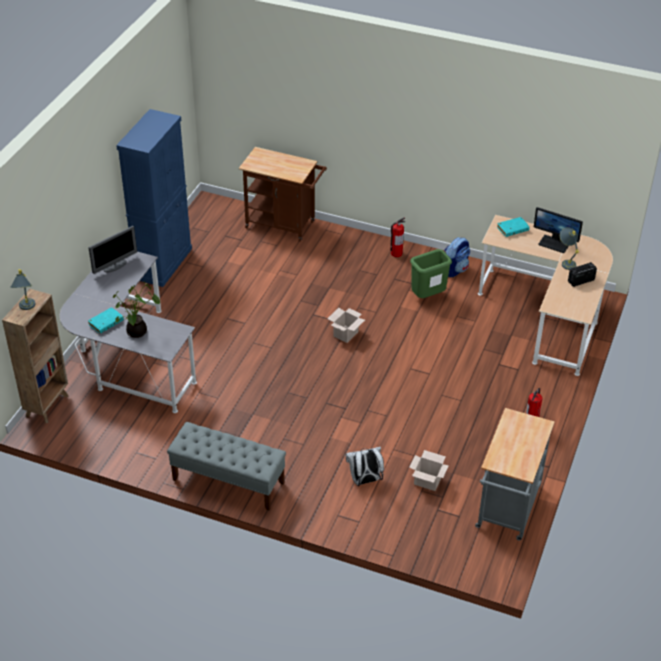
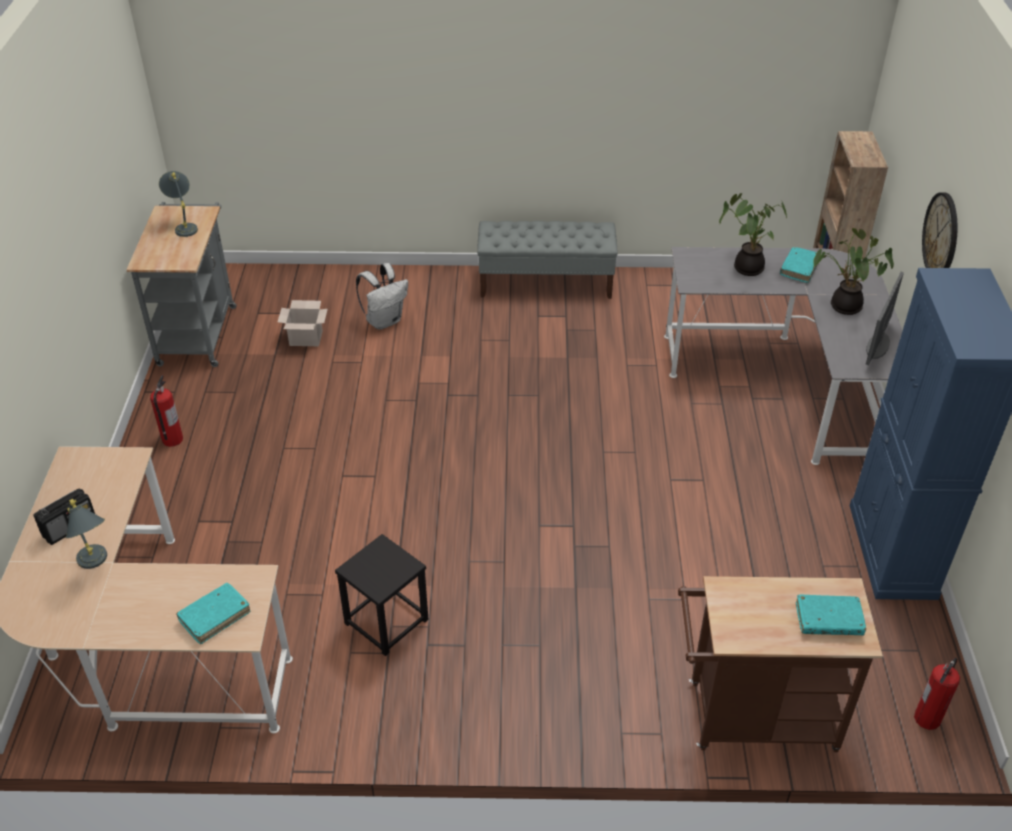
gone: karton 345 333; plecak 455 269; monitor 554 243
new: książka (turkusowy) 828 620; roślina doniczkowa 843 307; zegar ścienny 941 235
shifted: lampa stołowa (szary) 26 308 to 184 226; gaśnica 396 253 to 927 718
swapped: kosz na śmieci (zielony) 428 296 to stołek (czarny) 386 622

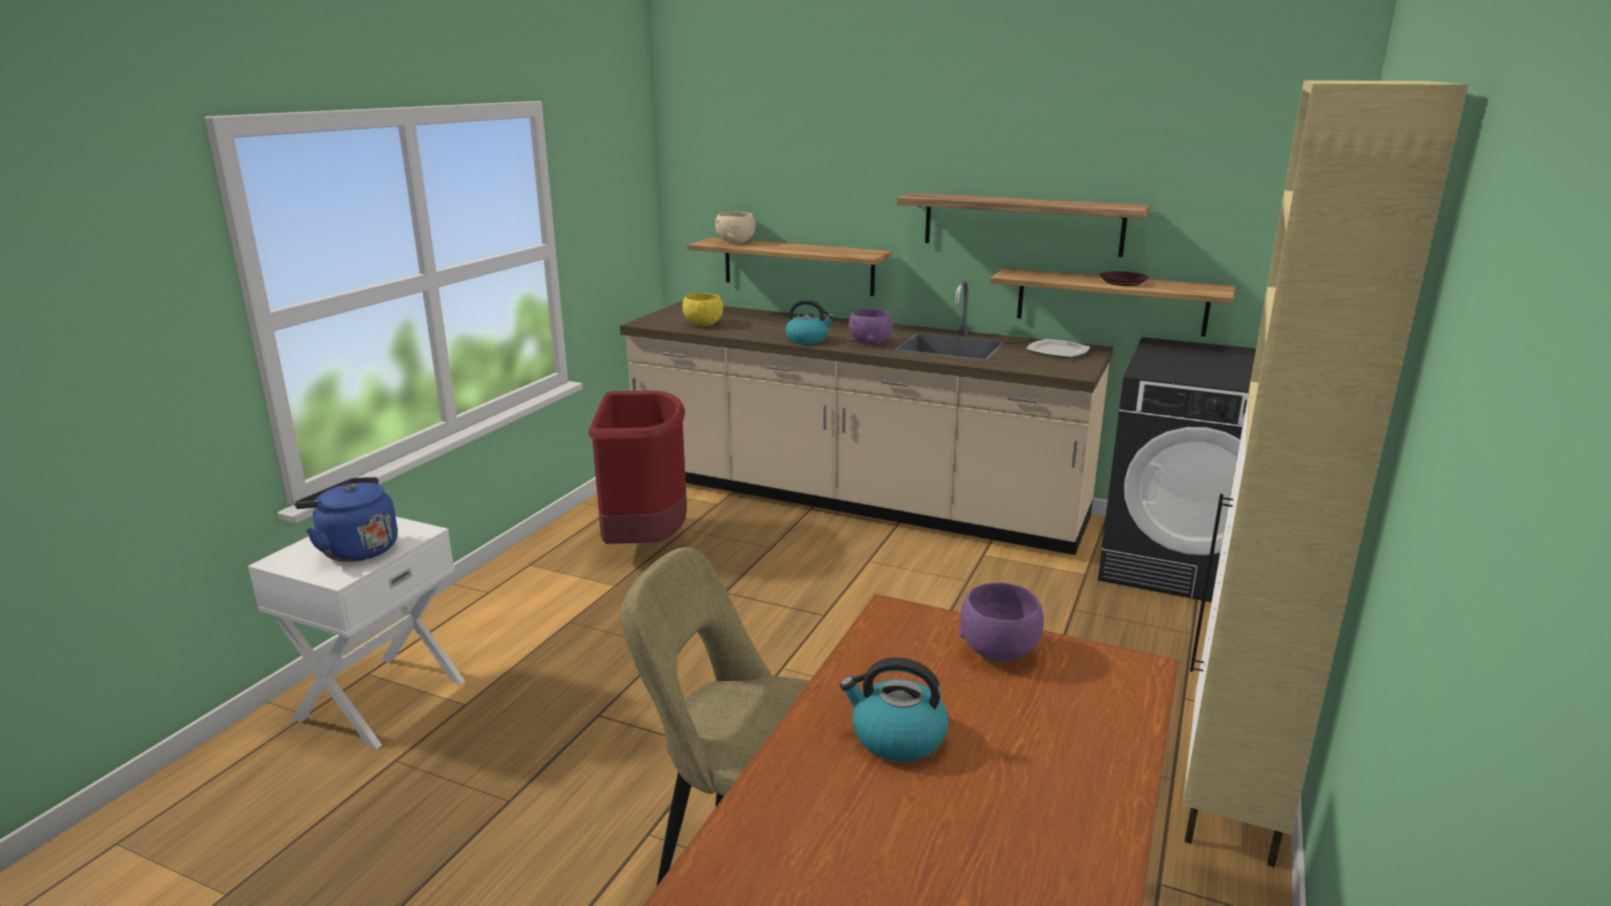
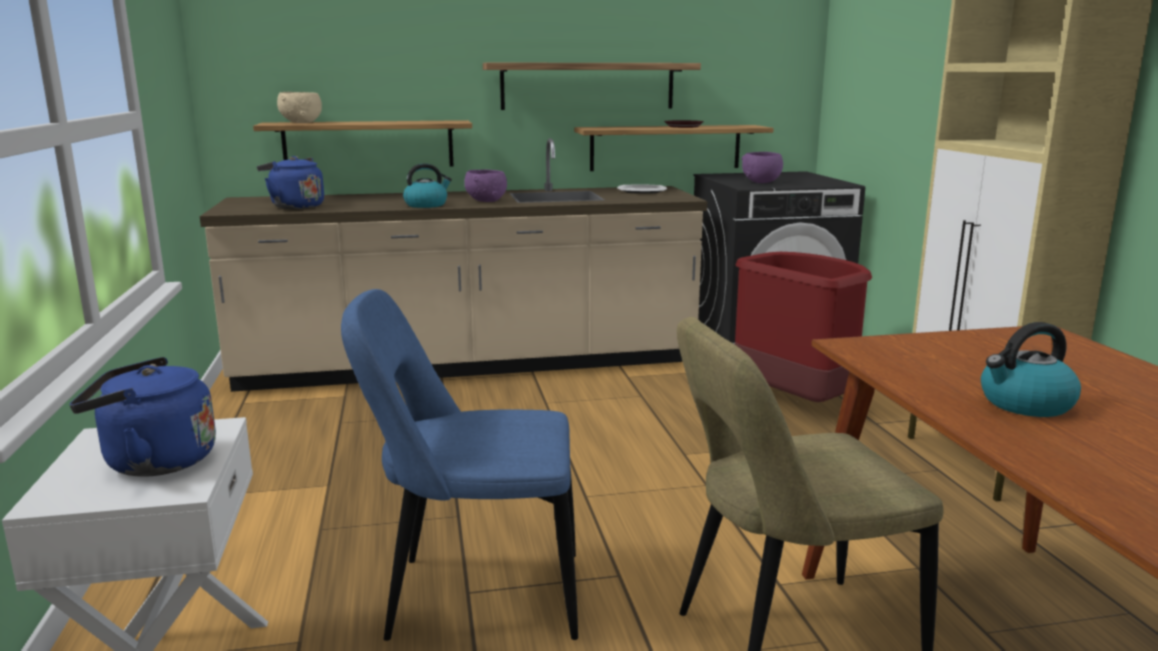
new: krzesło (niebieski) 475 597
shifted: kosz na śmieci (czerwony) 644 540 to 794 401; miska (fioletowy) 999 651 to 762 182
swapped: miska (żółty) 703 324 to czajnik (niebieski) 295 206

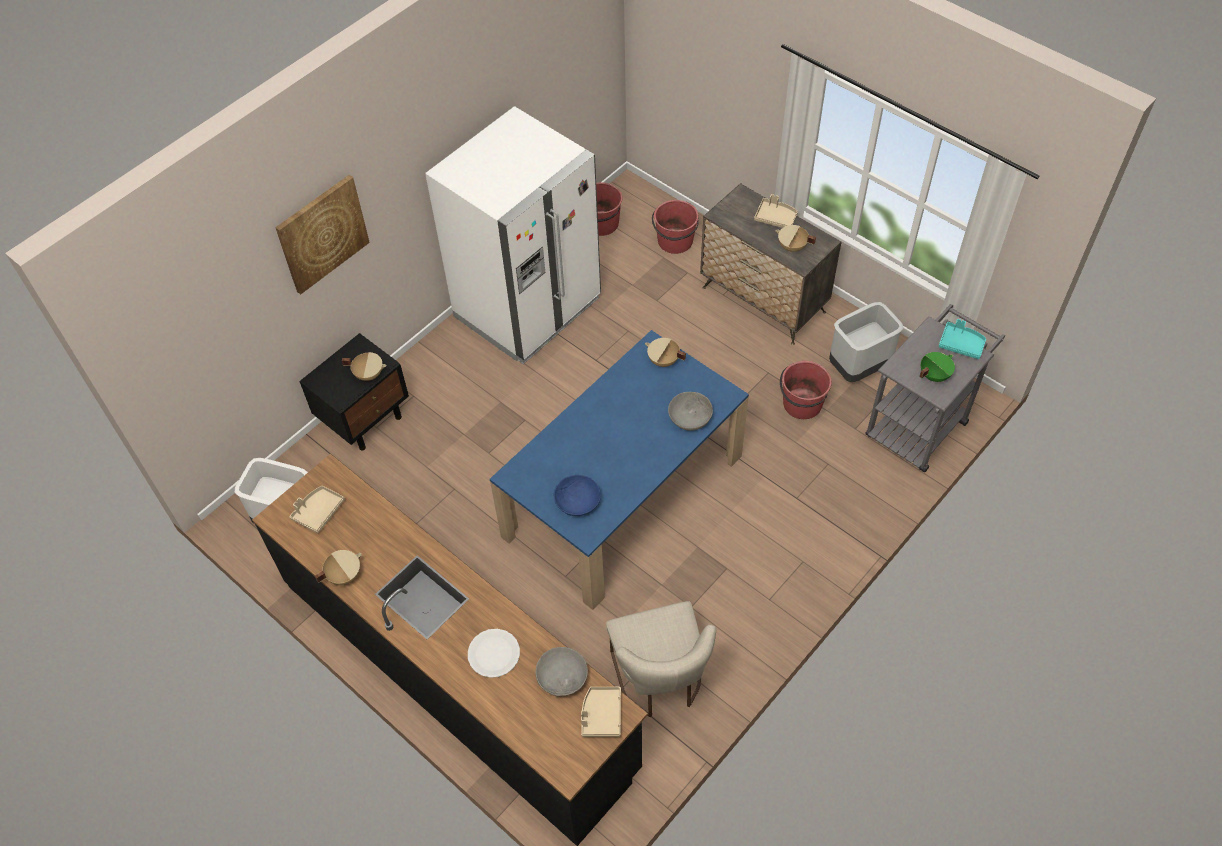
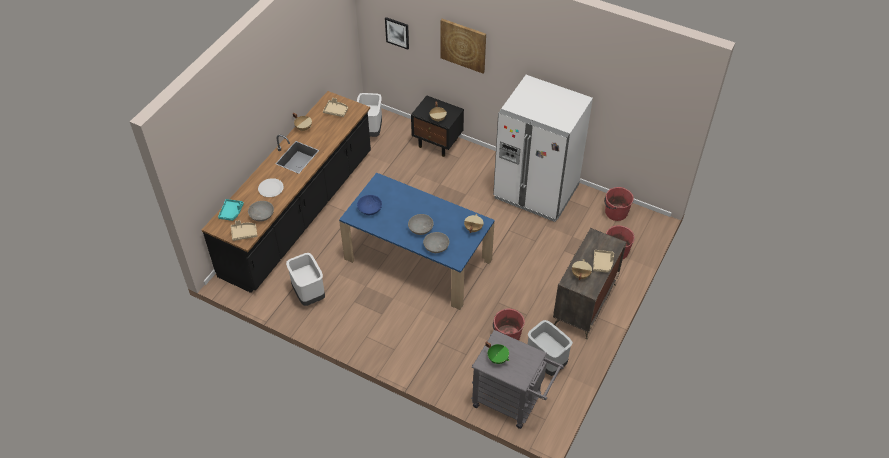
new: obraz 397 32; miska (szary) 421 228
shifted: taca (turkusowy) 961 344 to 231 212
swapped: krzesło (beżowy) 660 680 to kosz na śmieci (biały) 308 295

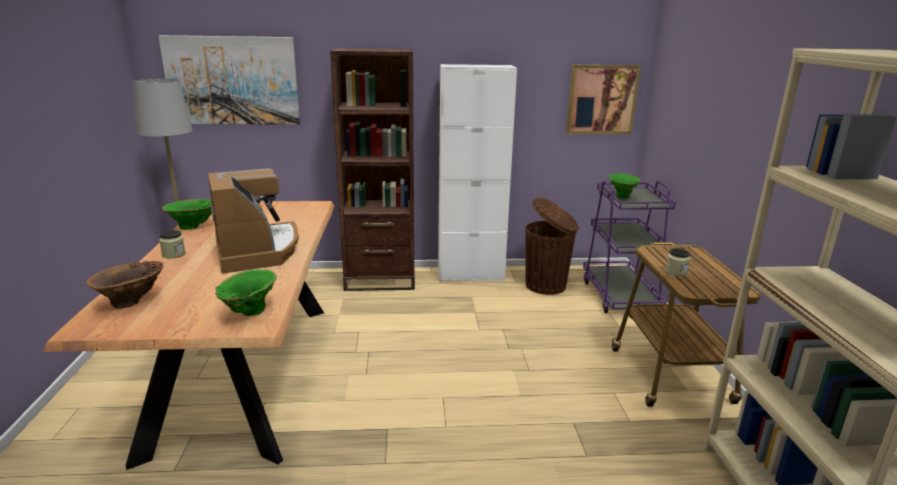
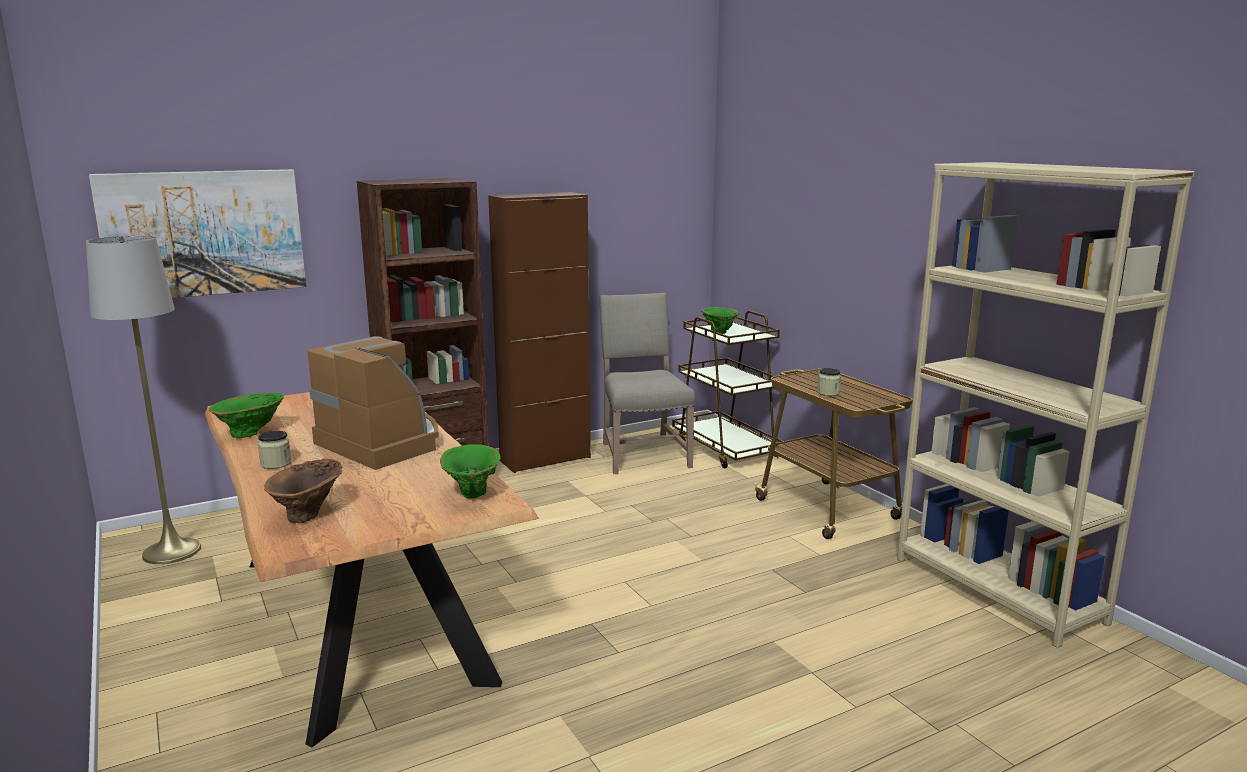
gone: obraz 601 99
swapped: kosz na śmieci (brązowy) 547 285 to krzesło (beżowy) 642 454
repainted: szafka (biały) 470 275 to szafka (brązowy) 545 459; wózek (fioletowy) 620 296 to wózek (brązowy) 726 449

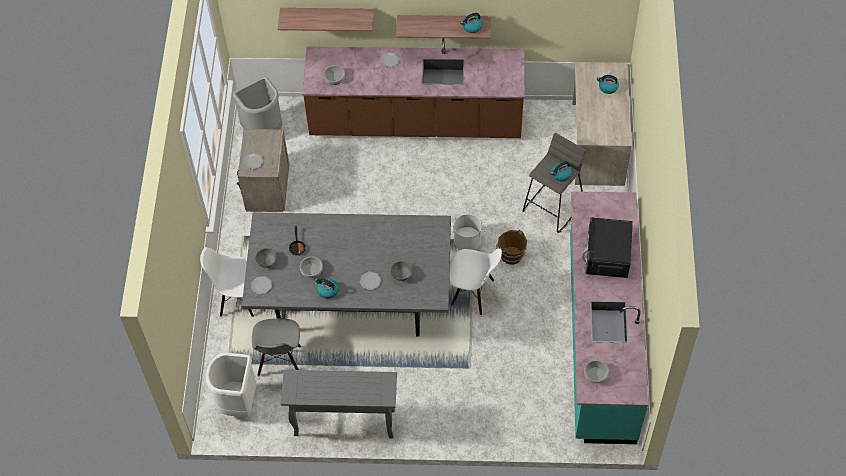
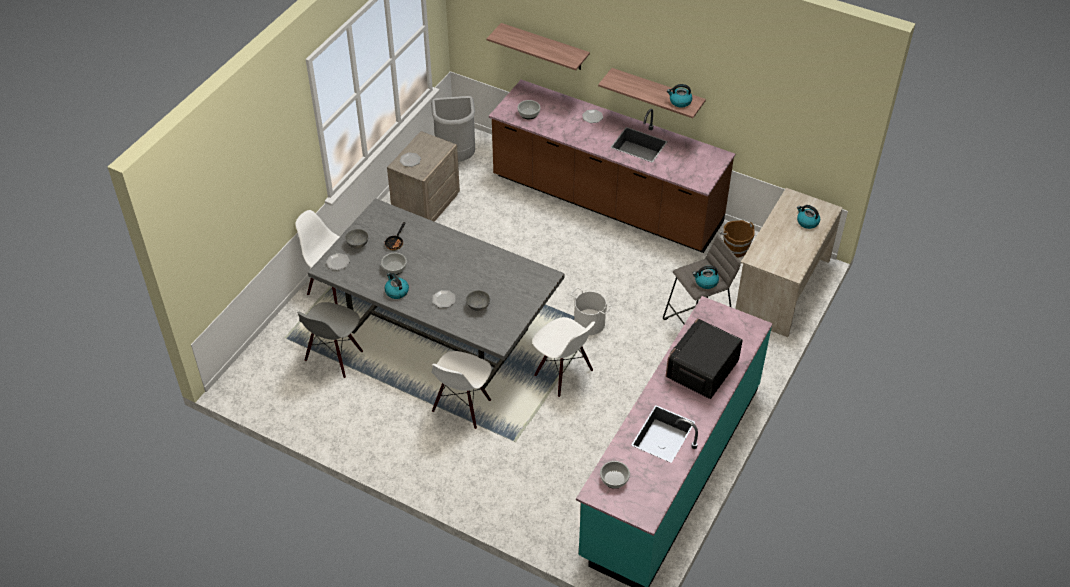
gone: kosz na śmieci (biały) 237 403; stolik konsolowy (szary) 343 423
new: krzesło (biały) 462 406
shifted: wiadro (brązowy) 511 255 to 735 248

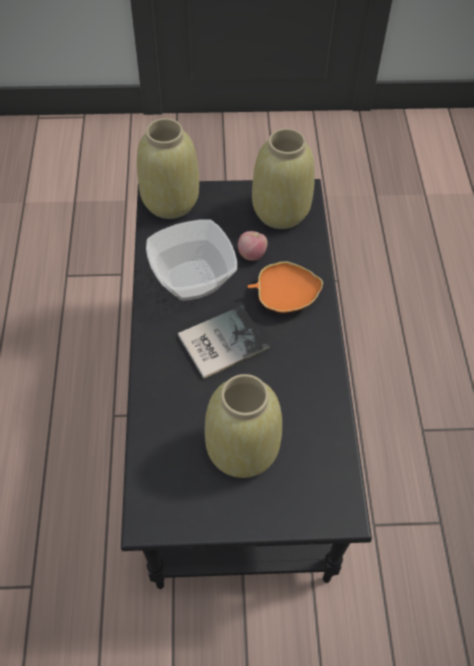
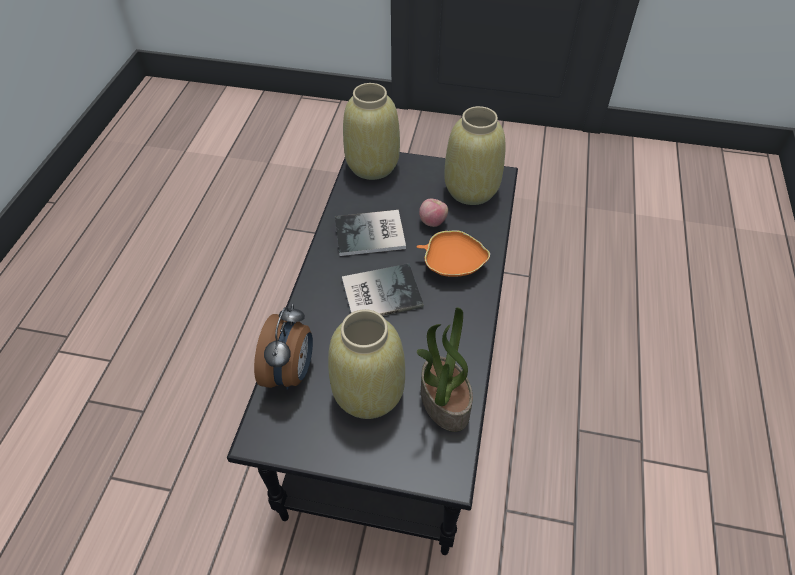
new: budzik 291 372; roślina doniczkowa 443 401
swapped: miska 194 280 to książka 372 235

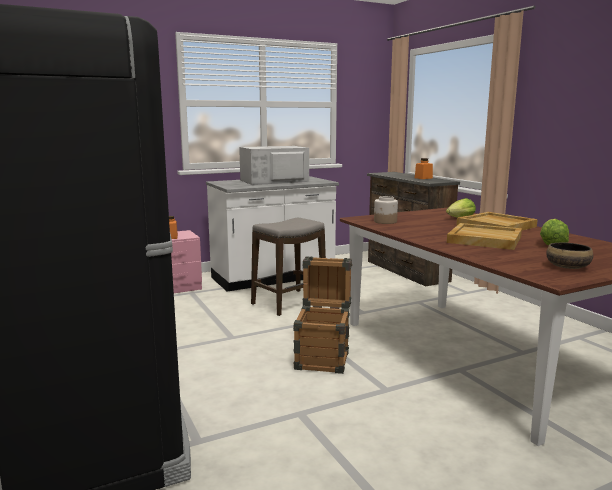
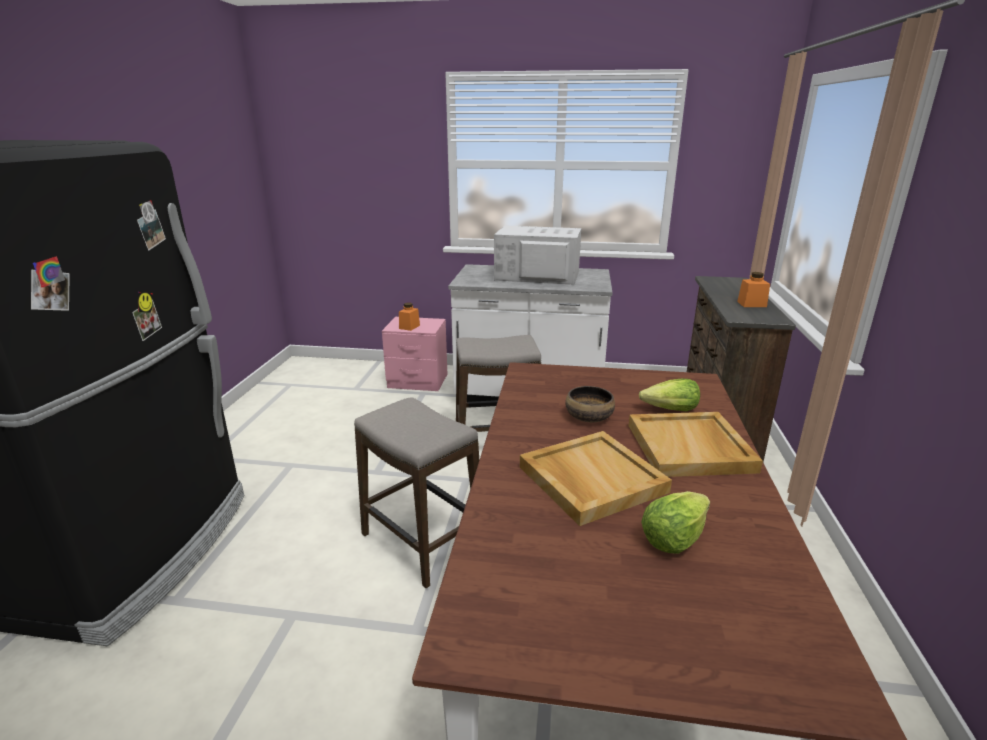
gone: słoik 385 222
shifted: miska 567 267 to 588 417
swapped: skrzynka 324 357 to stołek 422 542

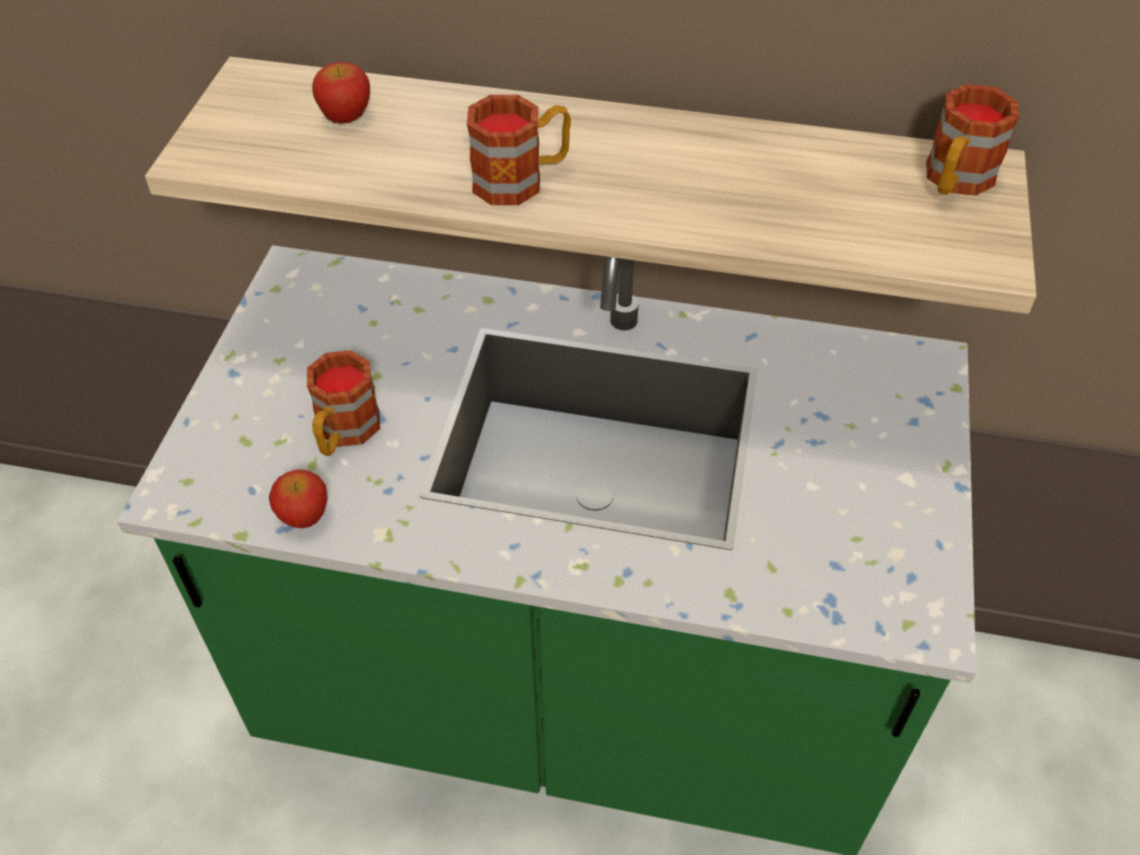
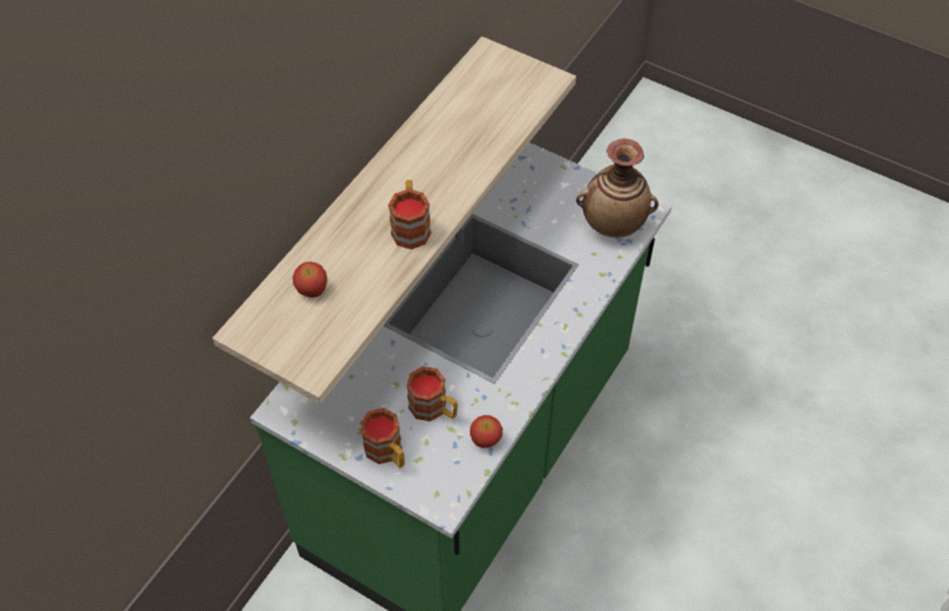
new: wazon 613 224
shifted: kubek 954 182 to 387 453

